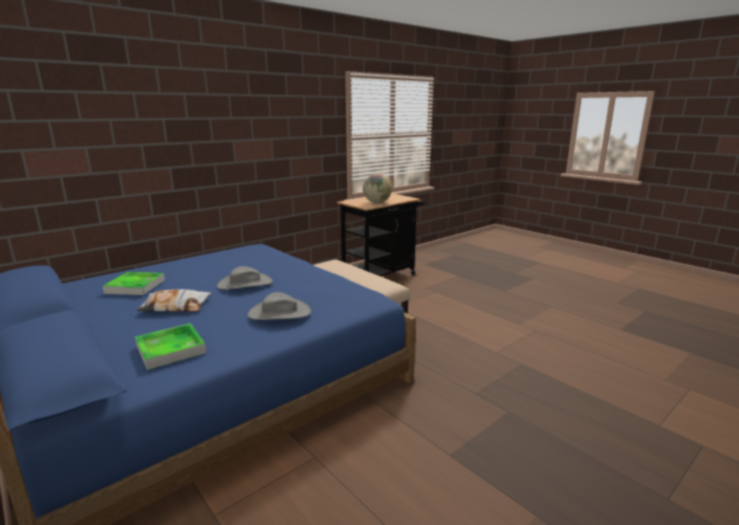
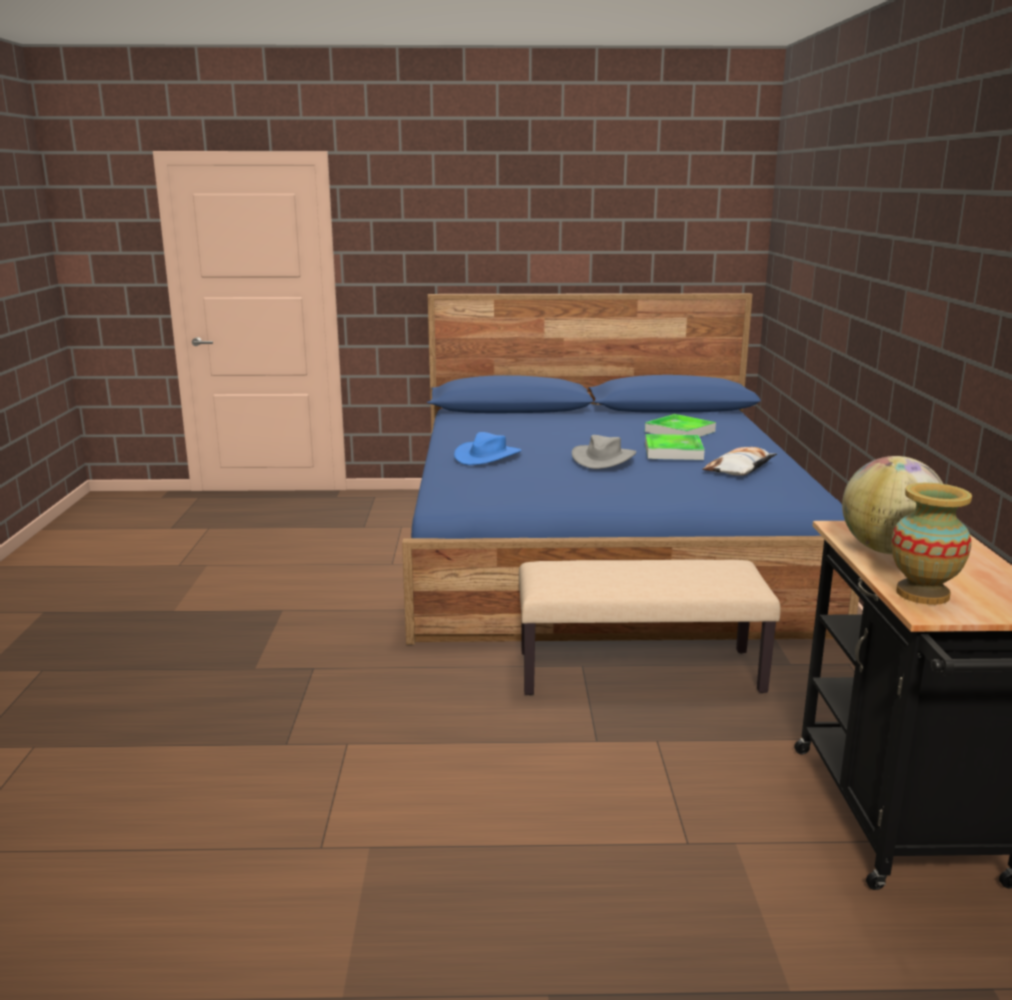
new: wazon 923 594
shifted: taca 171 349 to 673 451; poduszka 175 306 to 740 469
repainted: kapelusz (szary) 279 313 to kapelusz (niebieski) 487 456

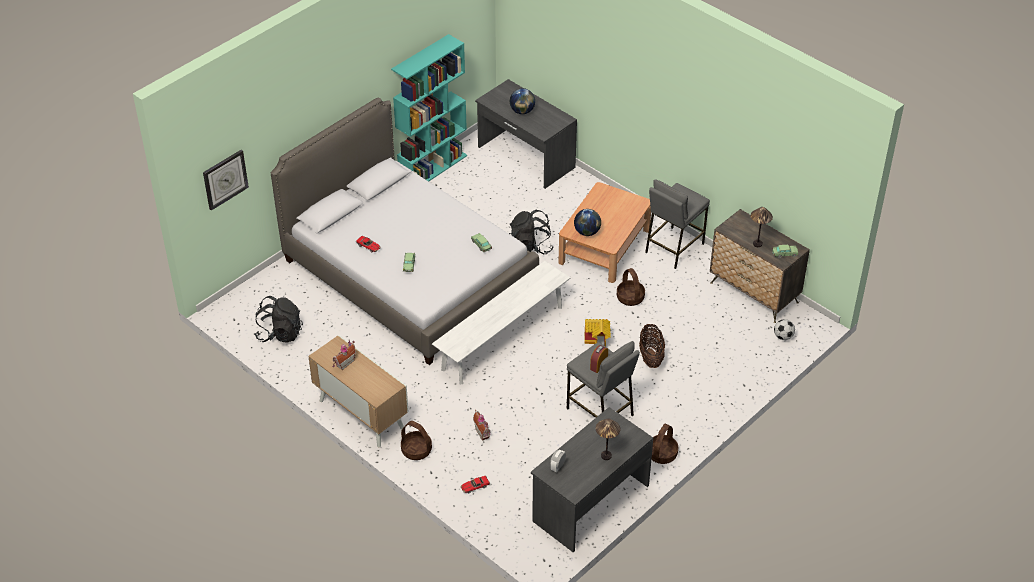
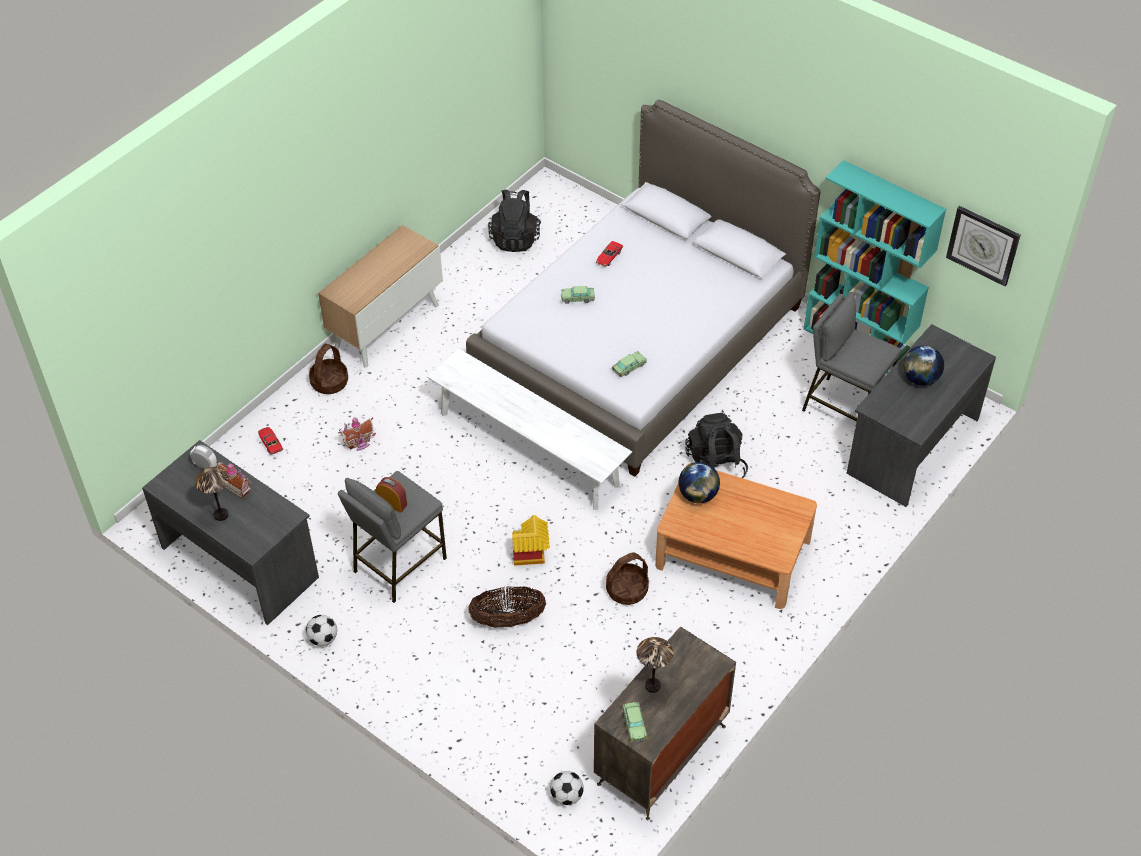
shifted: domek 344 363 to 238 487; stołek (szary) 673 248 to 844 407; zegar ścienny 225 179 to 983 245
swapped: koszyk 662 454 to piłka futbolowa 323 639

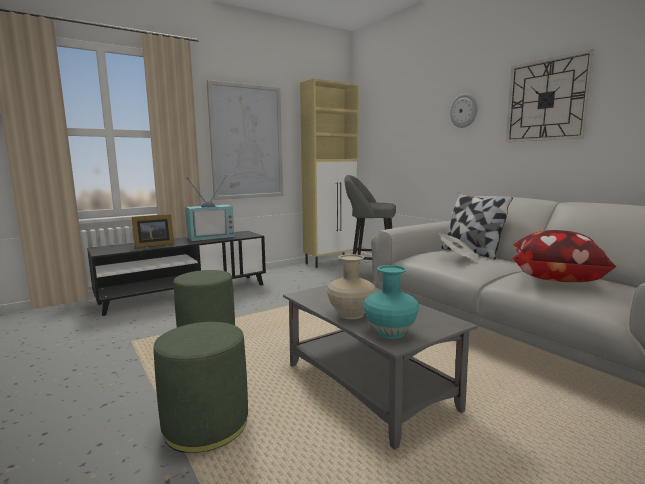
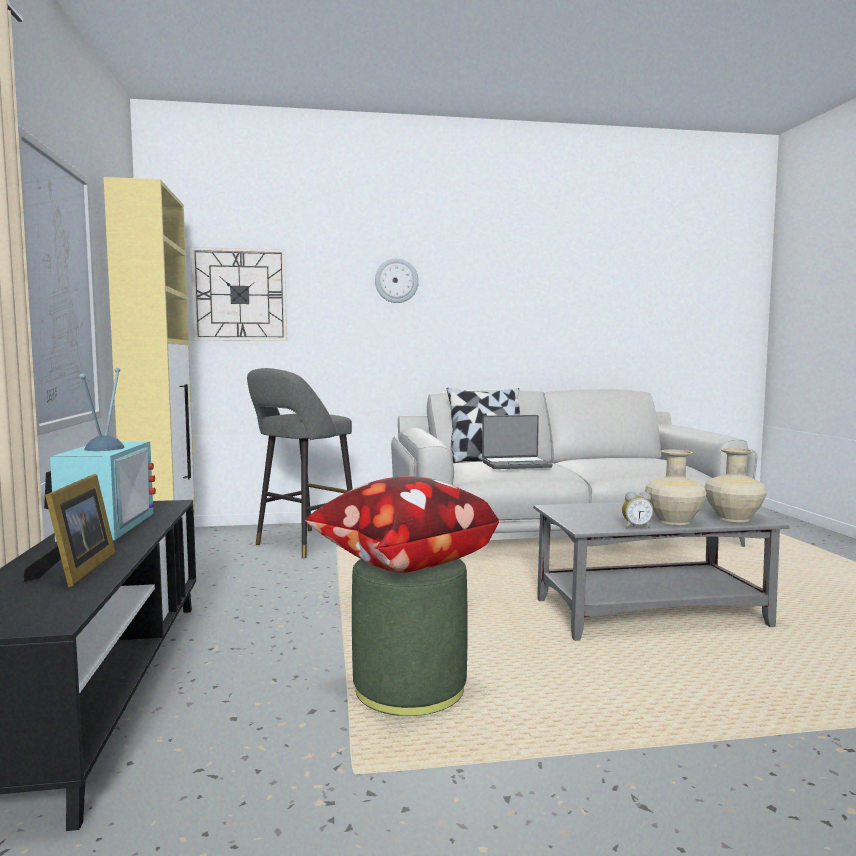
gone: pufa (zielony) 206 425
new: budzik 636 527
shifted: zegar ścienny 546 100 to 240 295; poduszka 555 278 to 401 563
swapped: gazeta 459 258 to laptop 516 464
repainted: wazon (turkusowy) 390 332 to wazon (beżowy) 732 518

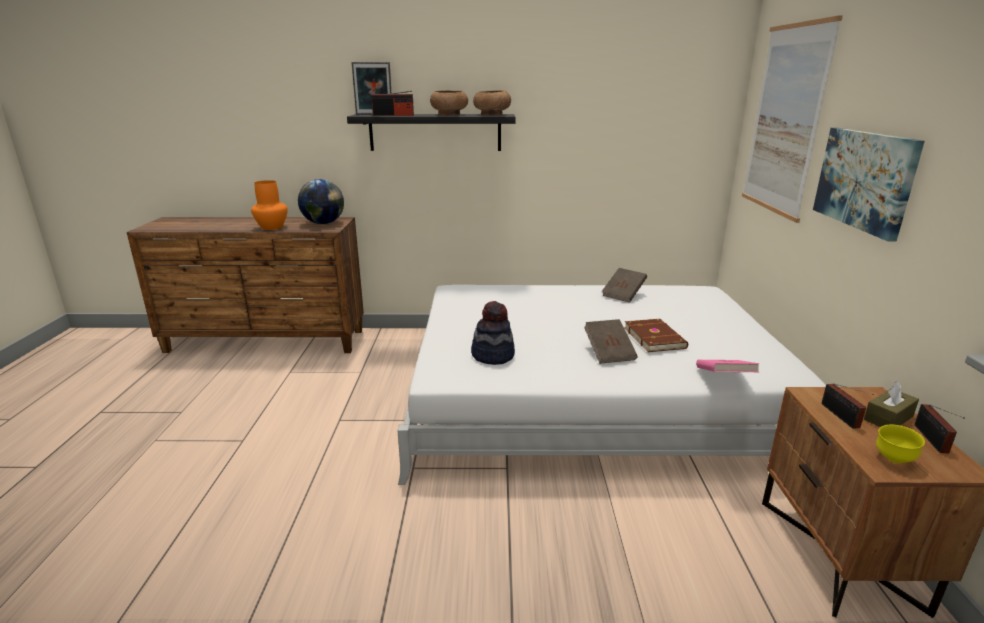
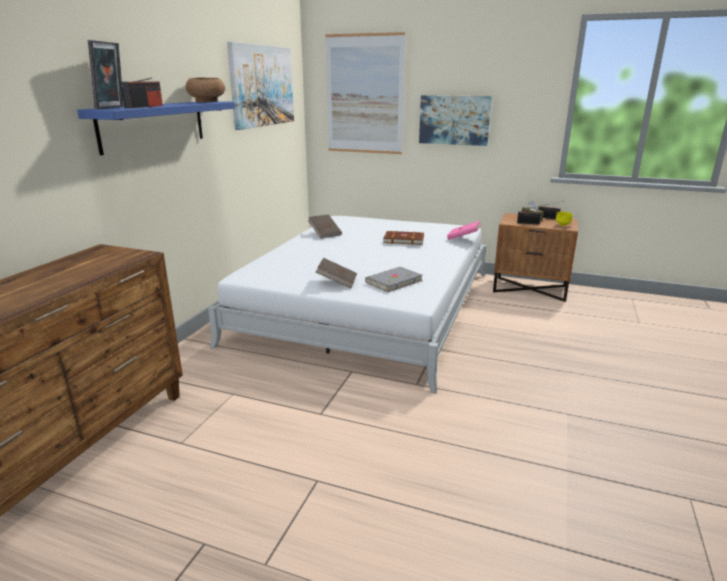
gone: wazon (pomarańczowy) 271 227; globus 323 223; miska (brązowy) 449 114
new: obraz 262 86
shifted: książka (brązowy) 609 352 to 337 282
swapped: kapelusz 493 355 to książka (szary) 393 281
repainted: półka (czarny) 435 132 to półka (niebieski) 154 125

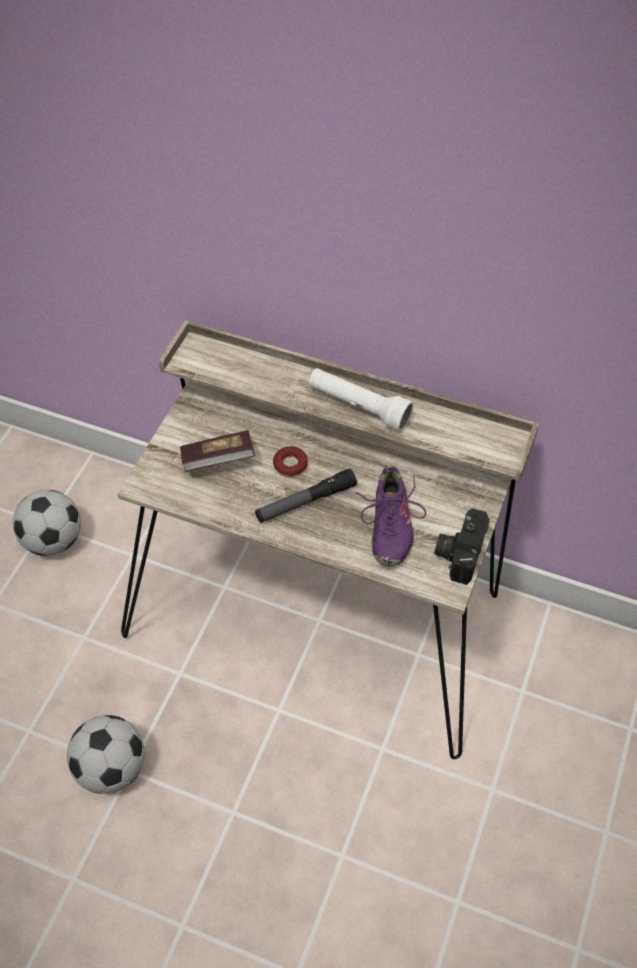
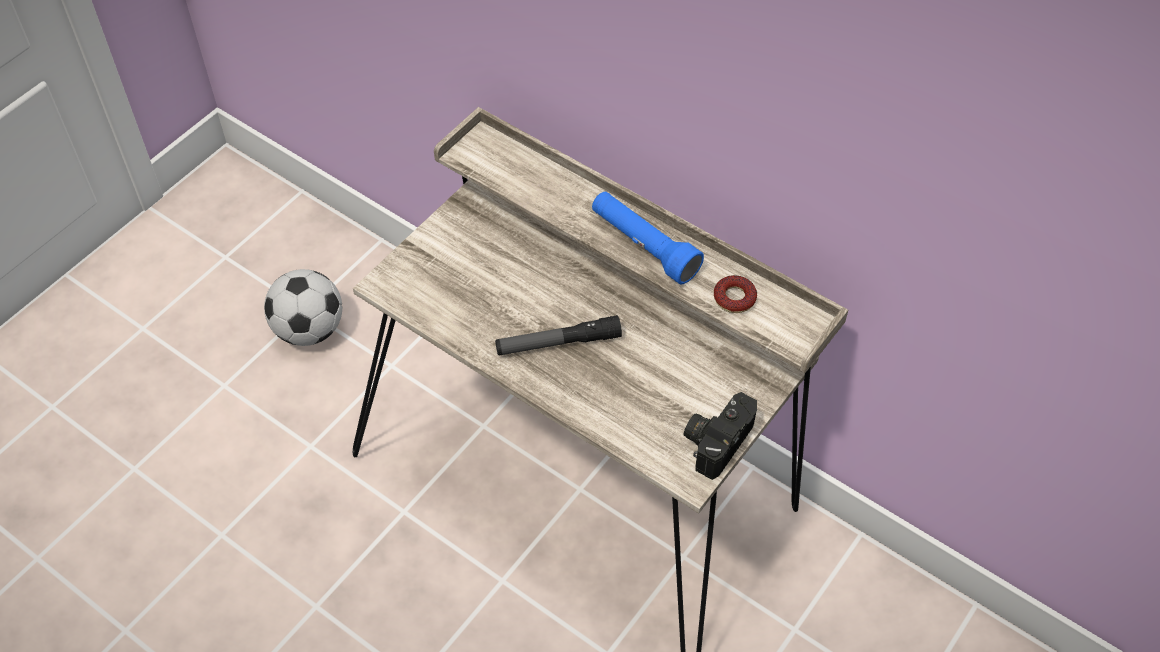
gone: piłka futbolowa 111 768; książka 218 460; but (fioletowy) 389 526
shifted: donut 290 464 to 734 298
repainted: latarka (biały) 358 407 to latarka (niebieski) 643 246

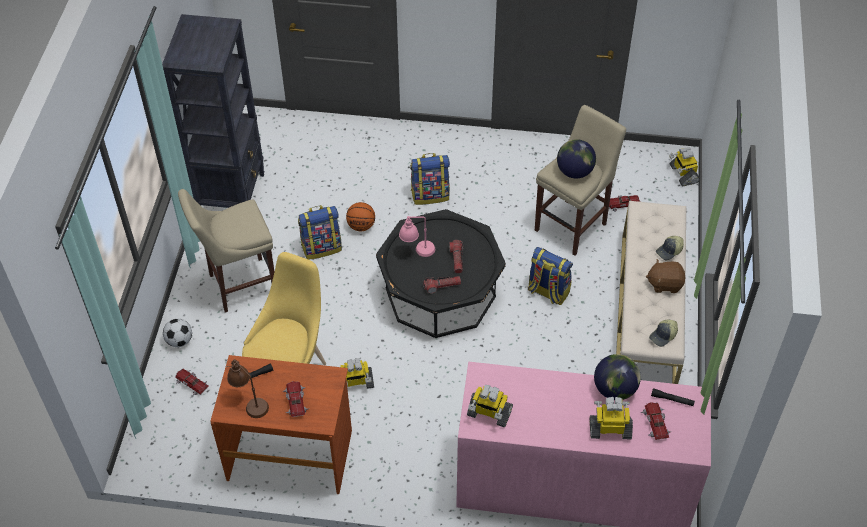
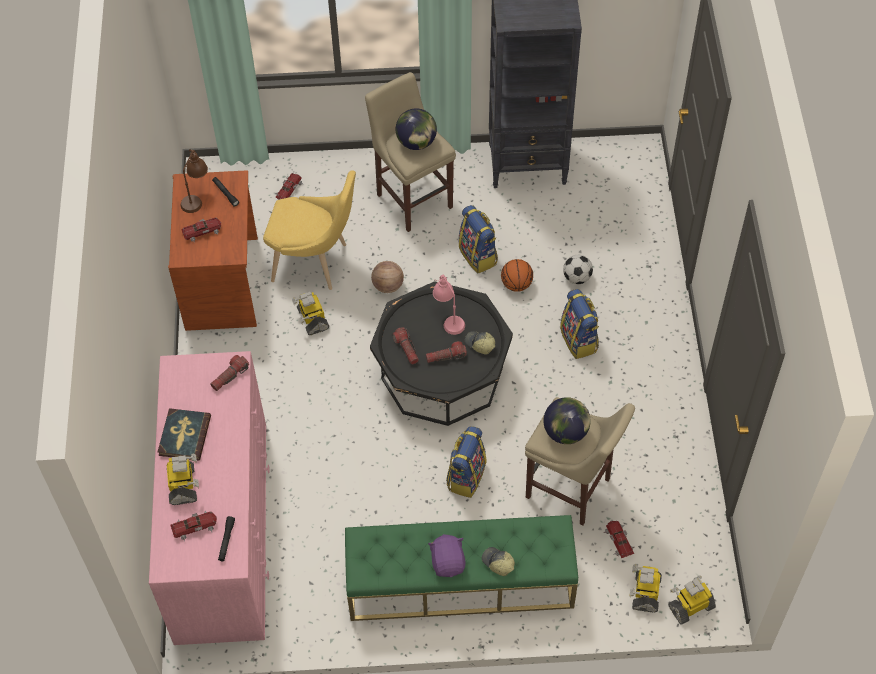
new: książka 184 436; latarka 230 376; piłka do koszykówki 388 286
shifted: globus 615 389 to 416 142; czapka z daszkiem 663 336 to 479 344; piłka futbolowa 179 341 to 577 278; robot zabawkowy 489 413 to 645 592
repainted: ławka (beżowy) 647 311 to ławka (zielony) 459 582; pluszak (brązowy) 665 283 to pluszak (fioletowy) 448 562

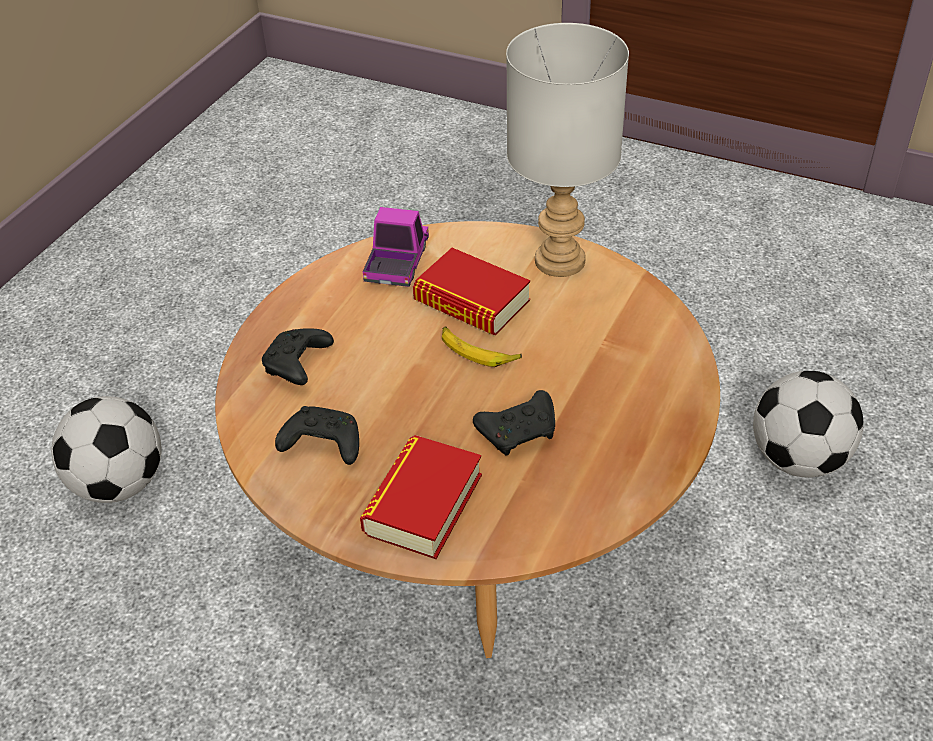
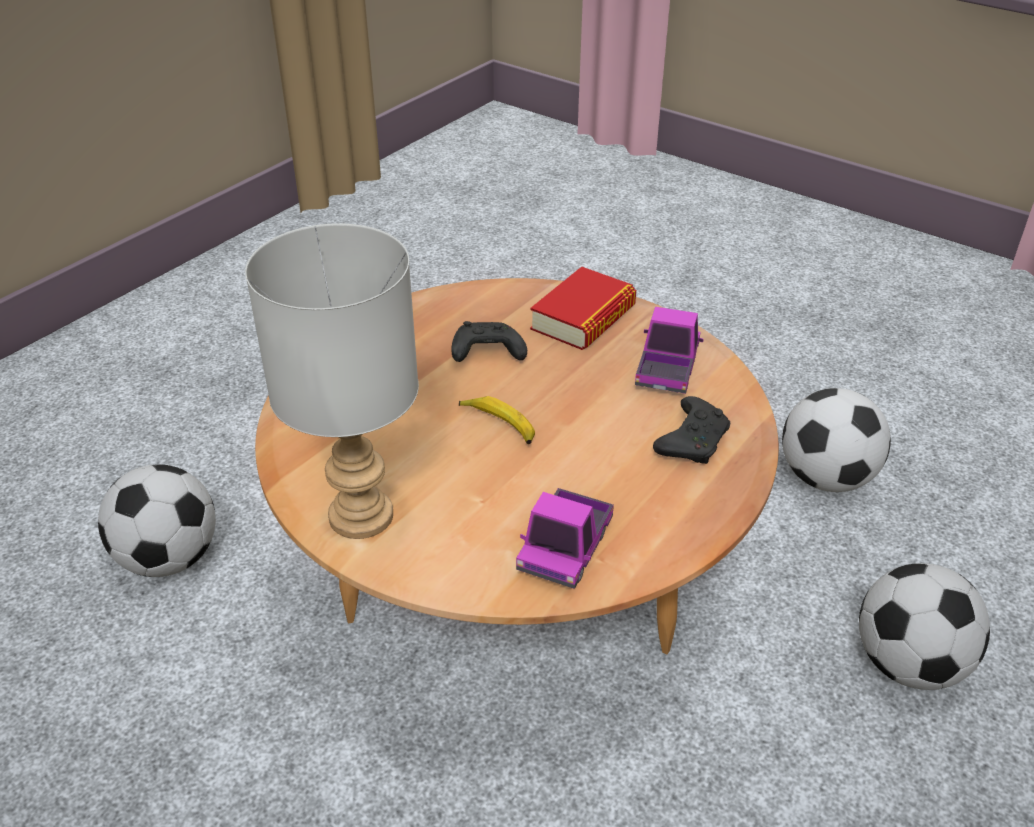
gone: książka 472 301
new: piłka futbolowa 825 478
swapped: pad do gier (czarny) 321 444 to ciężarówka zabawkowa 667 369

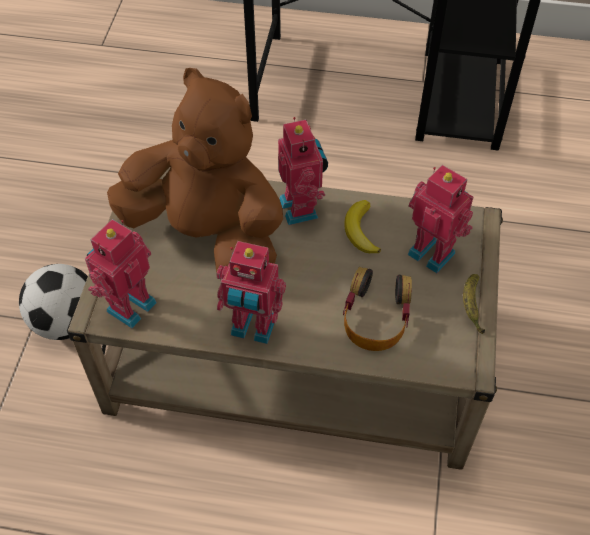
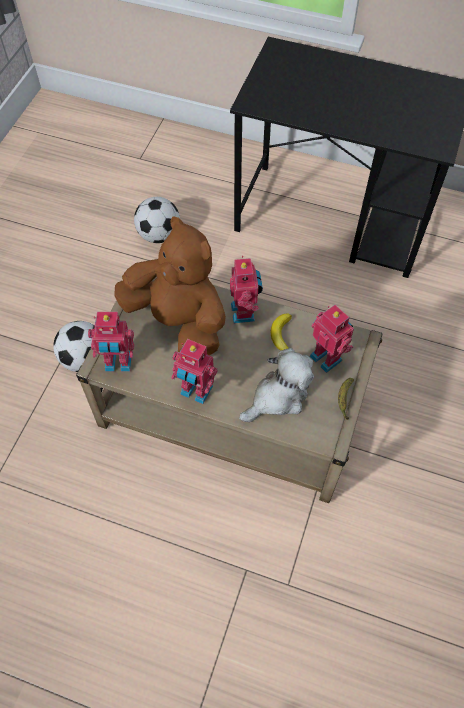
new: piłka futbolowa 159 235
swapped: słuchawki 376 316 to pluszak 278 396
rotated: robot zabawkowy 129 305 = 118 363 135 degrees counterclockwise

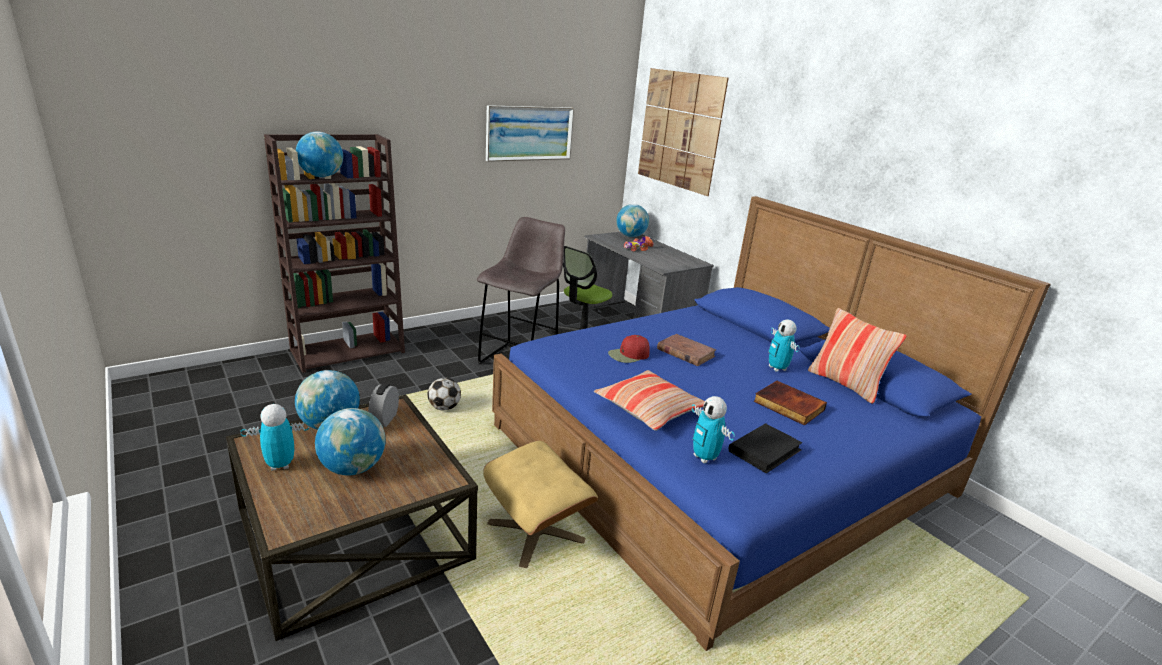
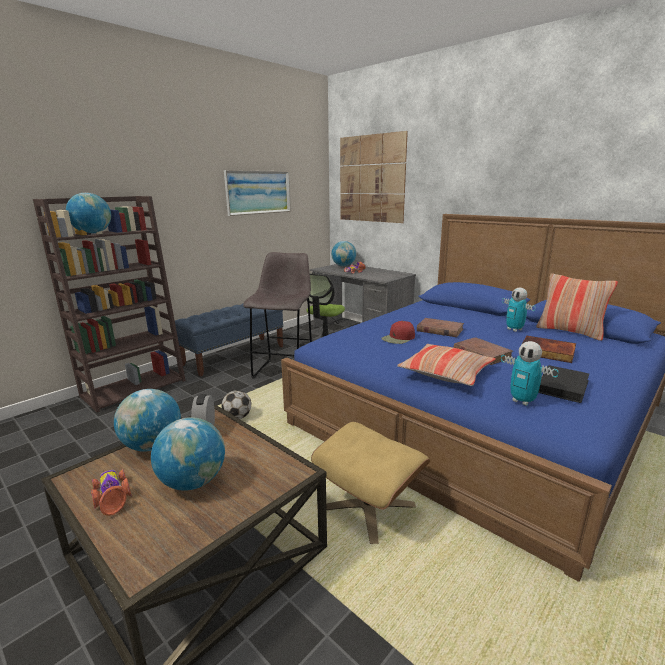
new: ławka (niebieski) 234 355; książka (brązowy) 481 353
swapped: robot zabawkowy 280 465 to samochodzik 112 495

